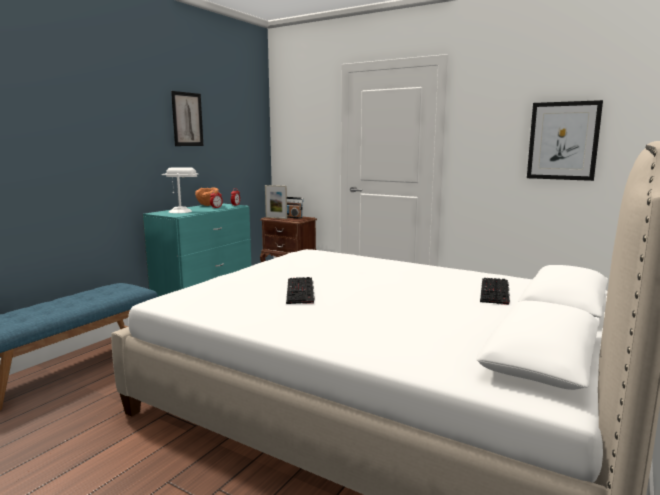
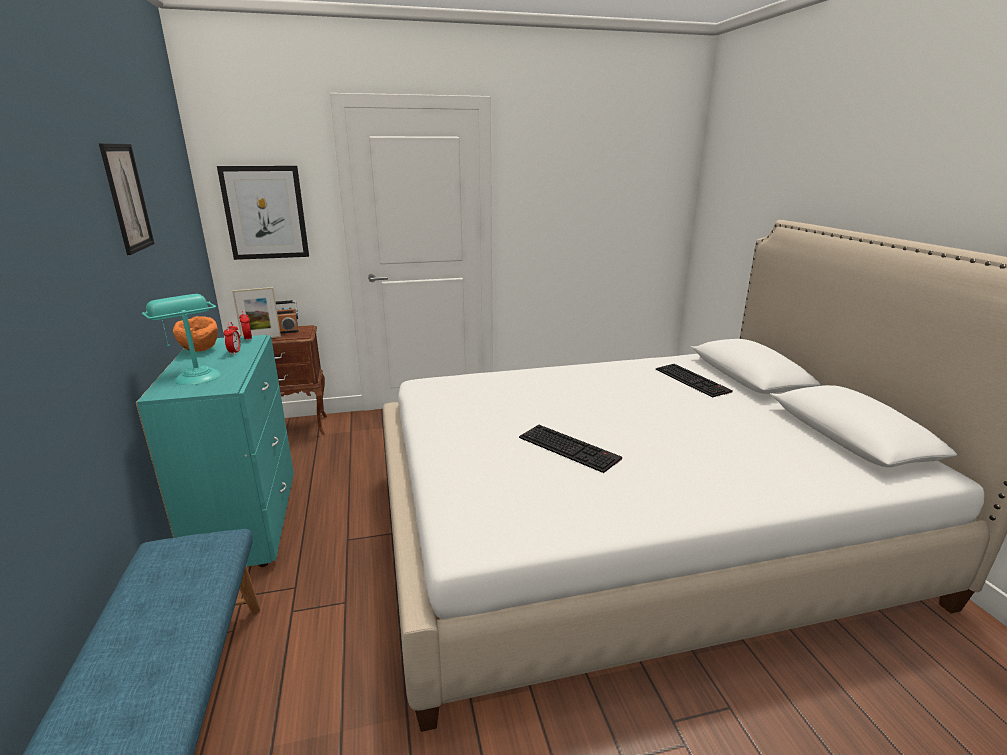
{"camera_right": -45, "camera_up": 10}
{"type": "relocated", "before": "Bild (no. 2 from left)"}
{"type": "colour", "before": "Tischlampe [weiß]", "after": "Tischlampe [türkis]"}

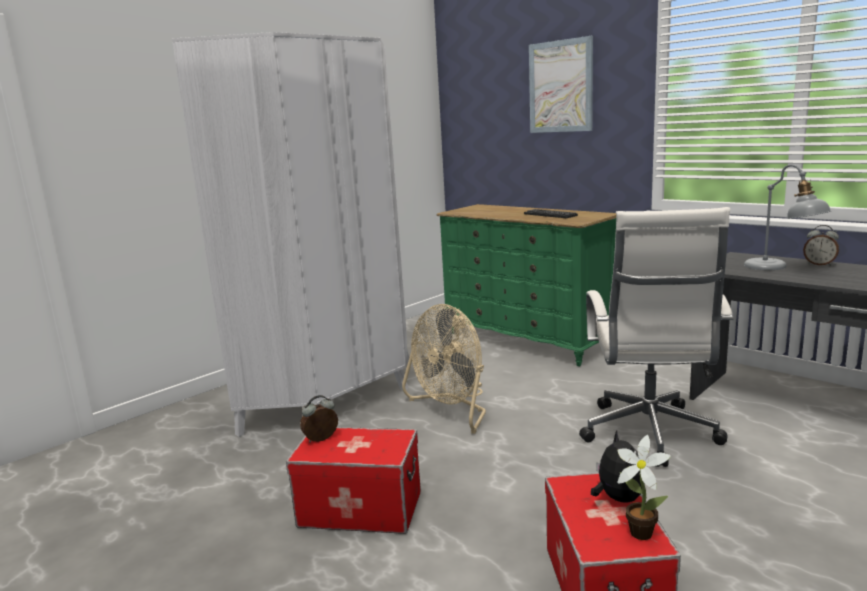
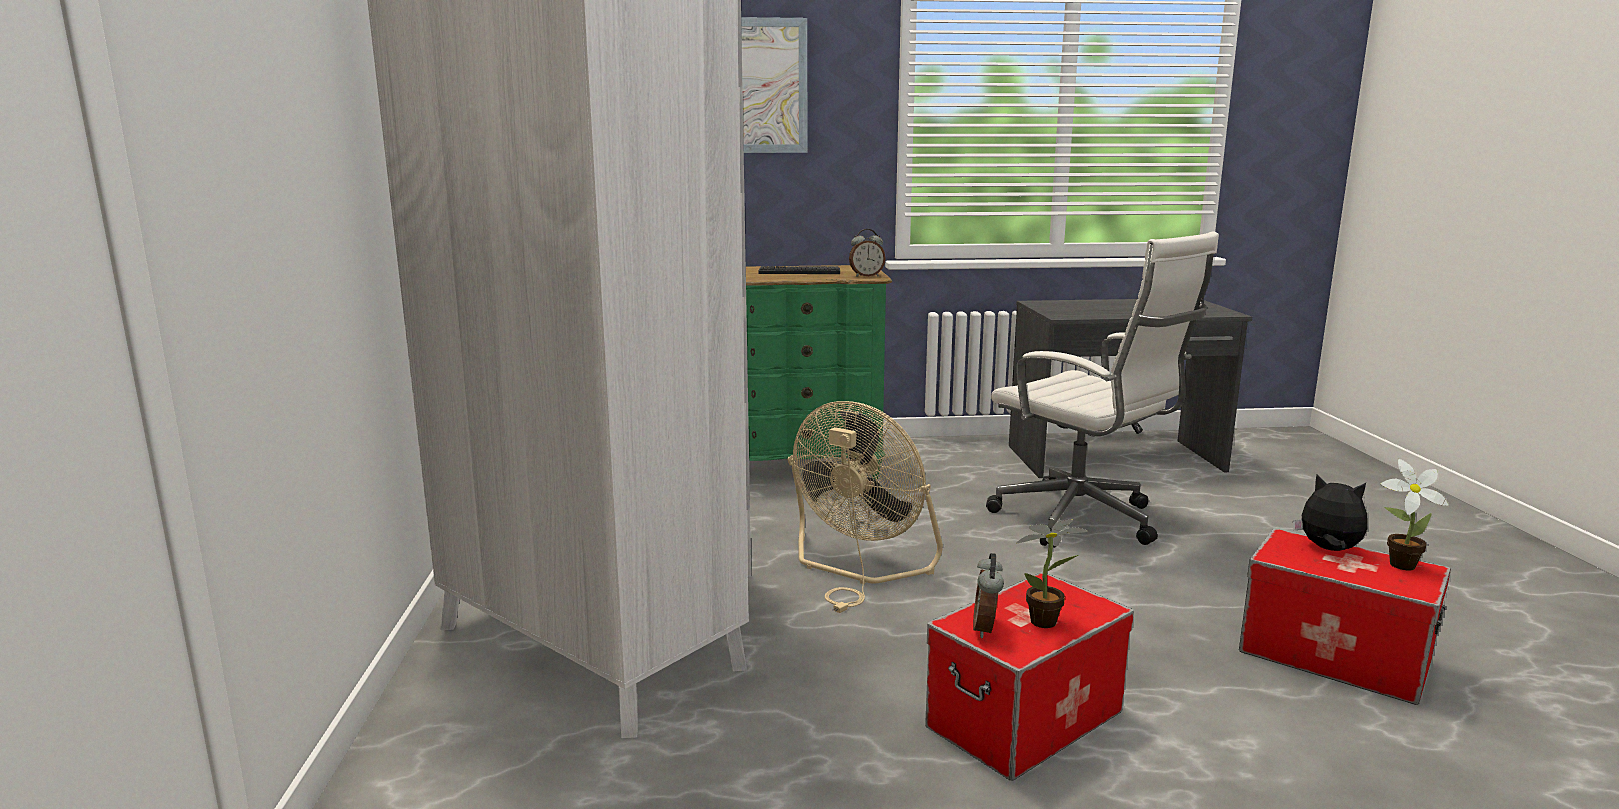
{"camera_right": -50, "camera_up": 0}
{"type": "missing", "before": "Tischlampe [grau]"}
{"type": "appeared", "after": "Topfpflanze (no. 1 from left)"}
{"type": "relocated", "before": "Wecker (no. 2 from left in the first image)", "after": "Wecker (no. 1 from left)"}
{"type": "spun", "before": "Ventilator [beige]", "turn": -150}

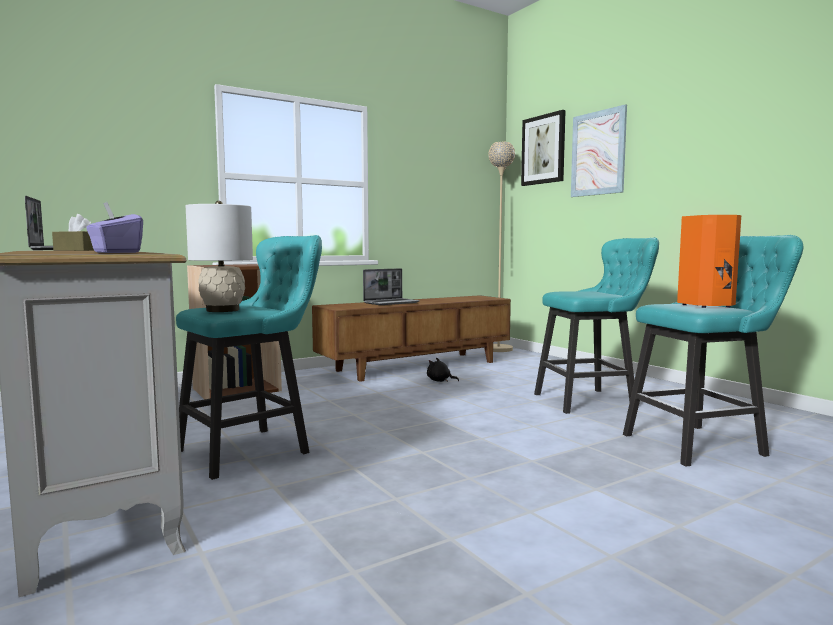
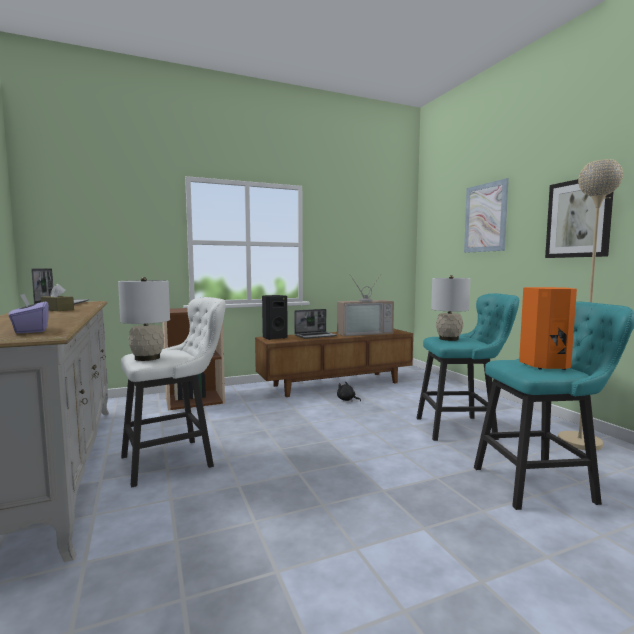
{"camera_right": 10, "camera_up": 0}
{"type": "appeared", "after": "Lautsprecher [schwarz]"}
{"type": "appeared", "after": "Fernseher"}
{"type": "appeared", "after": "Tischlampe [weiß] (no. 2 from left)"}
{"type": "relocated", "before": "Stehlampe [beige]"}
{"type": "relocated", "before": "Bild (no. 1 from left in the first image)", "after": "Bild (no. 2 from left)"}
{"type": "colour", "before": "Hocker [türkis] (no. 1 from left)", "after": "Hocker [weiß]"}

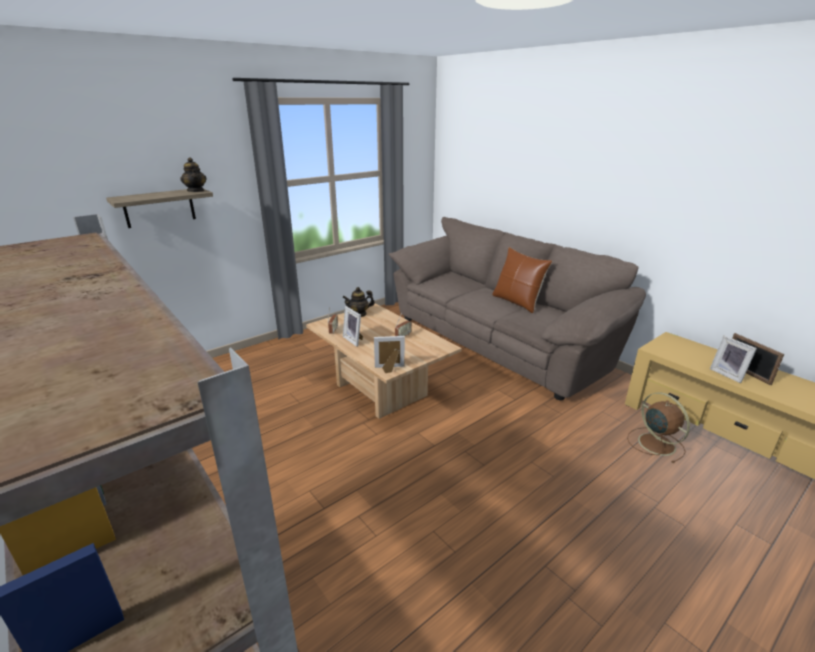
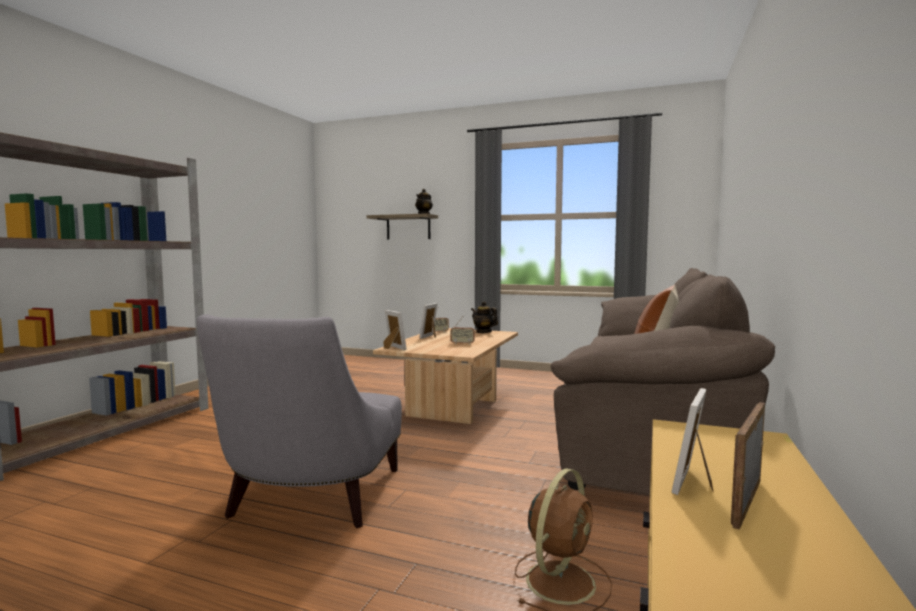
{"camera_right": 60, "camera_up": -20}
{"type": "appeared", "after": "Sessel [grau]"}

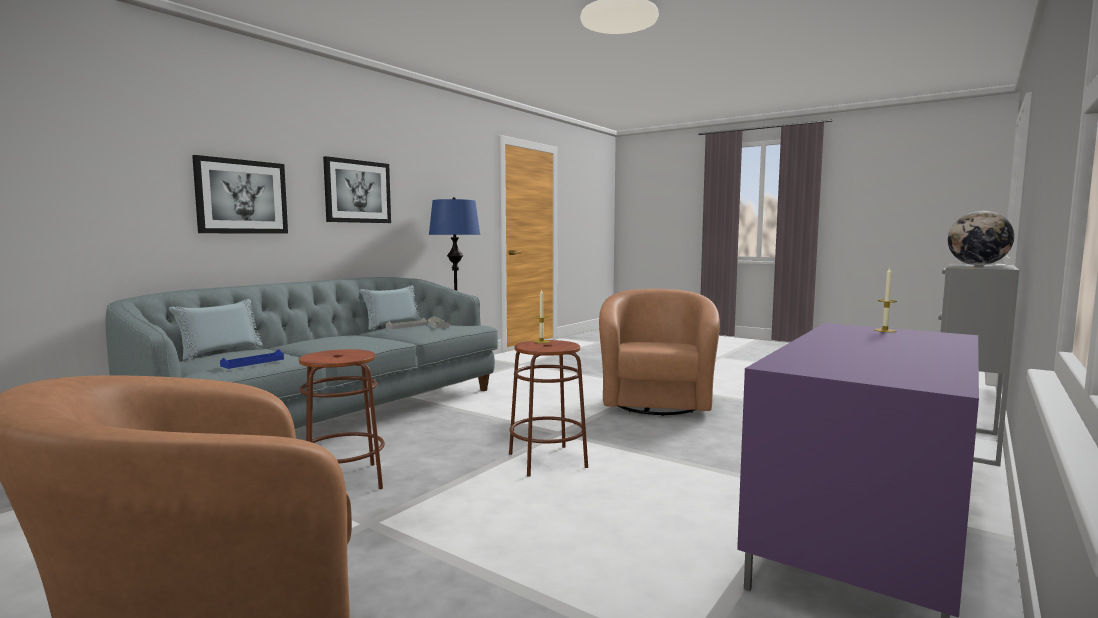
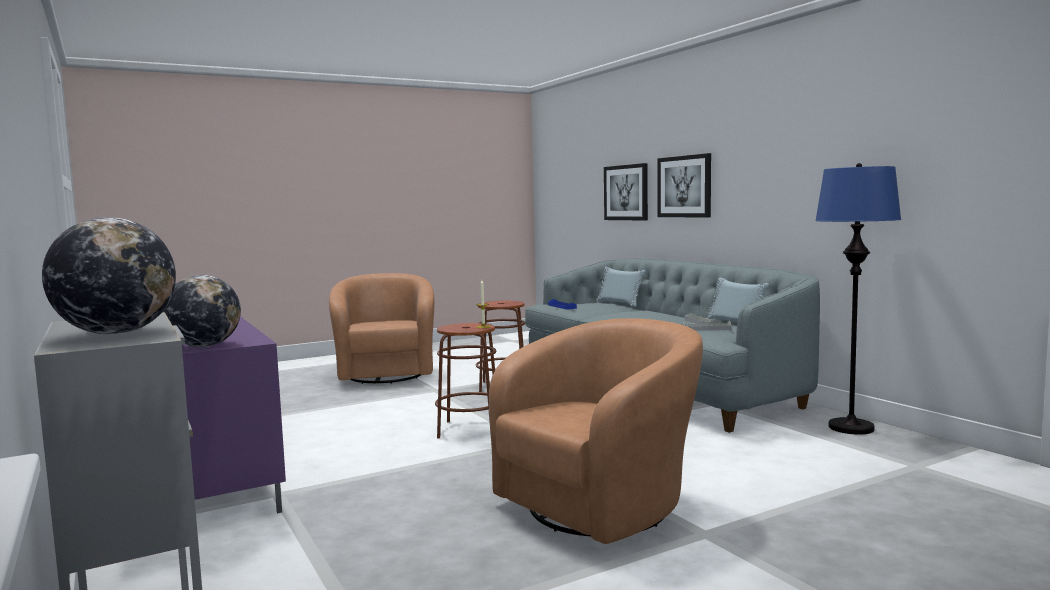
{"camera_right": 115, "camera_up": 0}
{"type": "relocated", "before": "Bild (no. 2 from left in the first image)", "after": "Bild (no. 1 from left)"}
{"type": "exchanged", "before": "Kerze (no. 2 from left)", "after": "Globus (no. 2 from left)"}
{"type": "spun", "before": "Sessel [braun] (no. 2 from left)", "turn": -75}

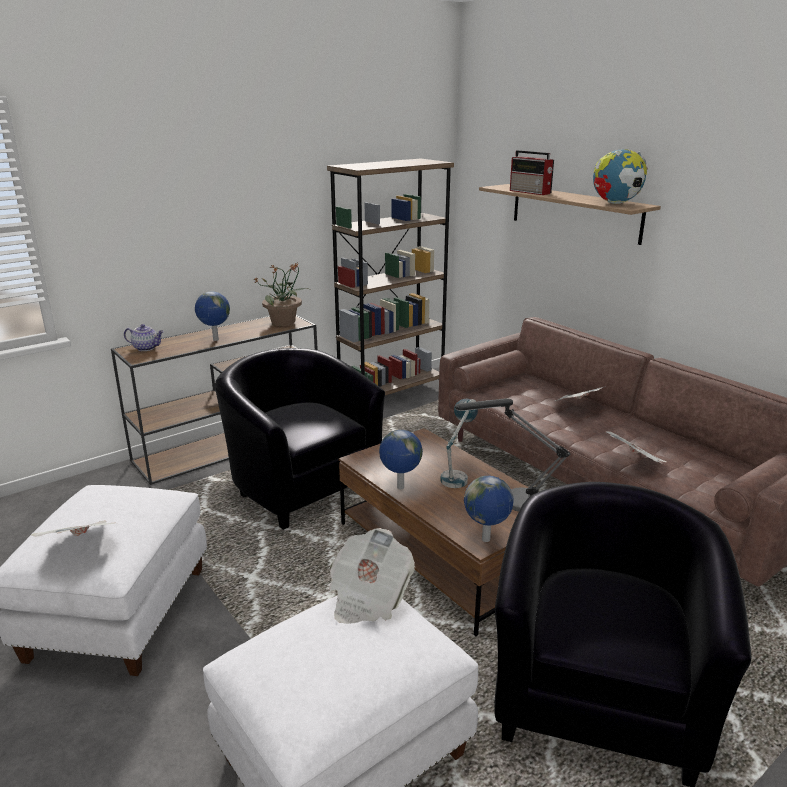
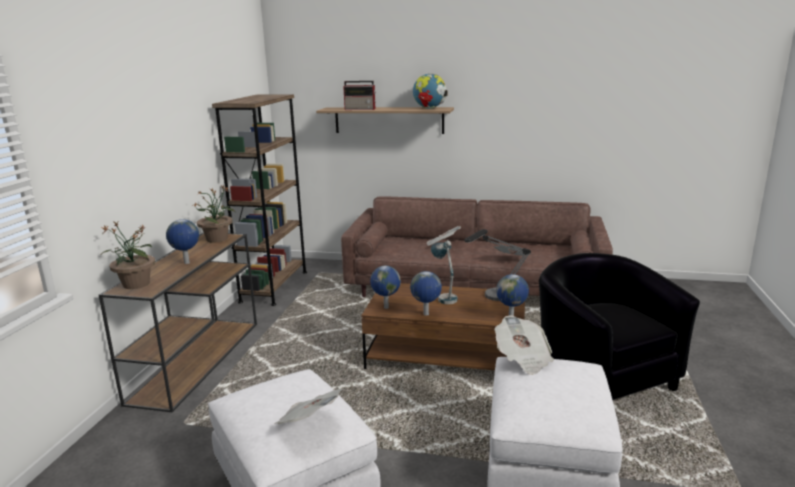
{"camera_right": -40, "camera_up": -5}
{"type": "missing", "before": "Sessel [schwarz] (no. 1 from left)"}
{"type": "appeared", "after": "Globus (no. 2 from left)"}
{"type": "exchanged", "before": "Teekanne", "after": "Topfpflanze (no. 1 from left)"}

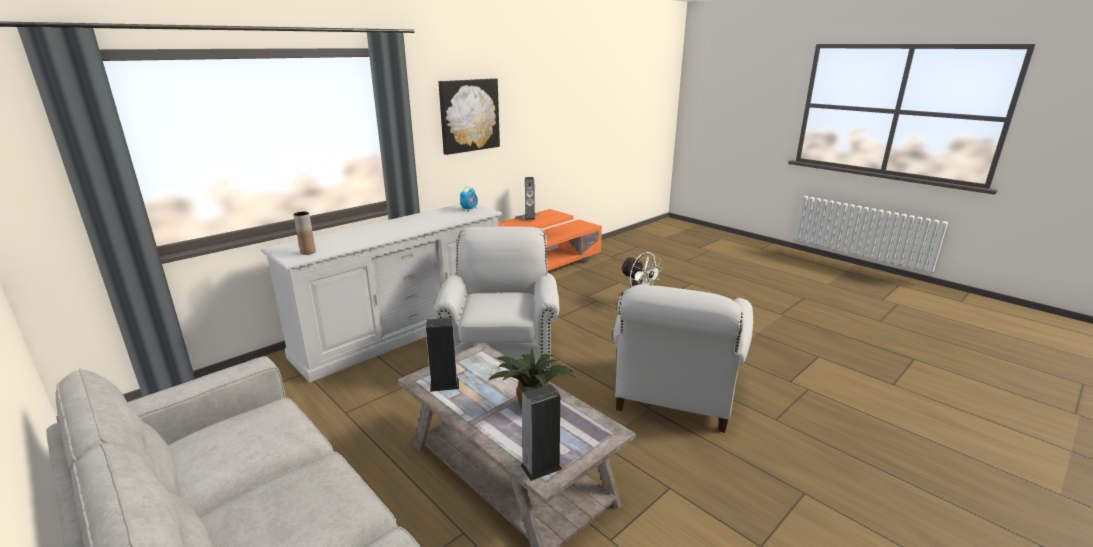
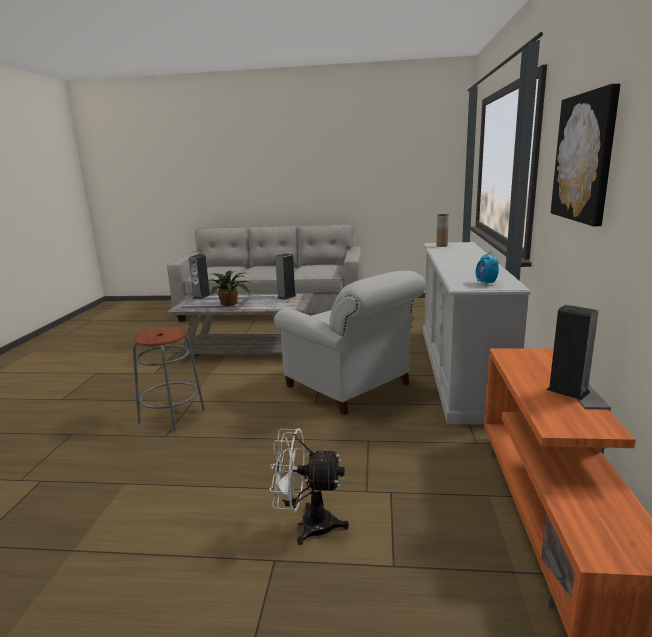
{"camera_right": 140, "camera_up": -5}
{"type": "exchanged", "before": "Sessel [weiß] (no. 2 from left)", "after": "Hocker [grau]"}

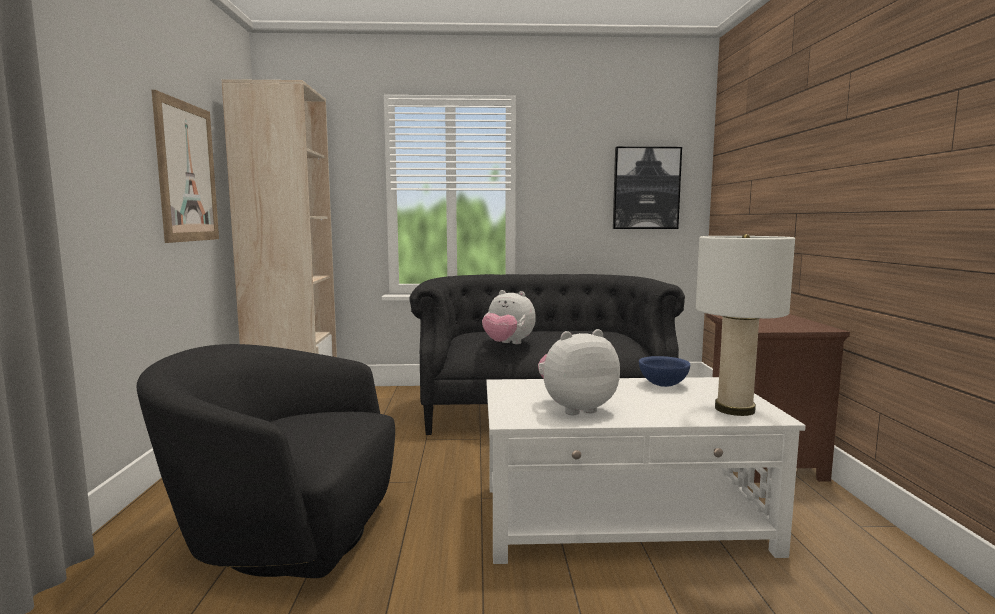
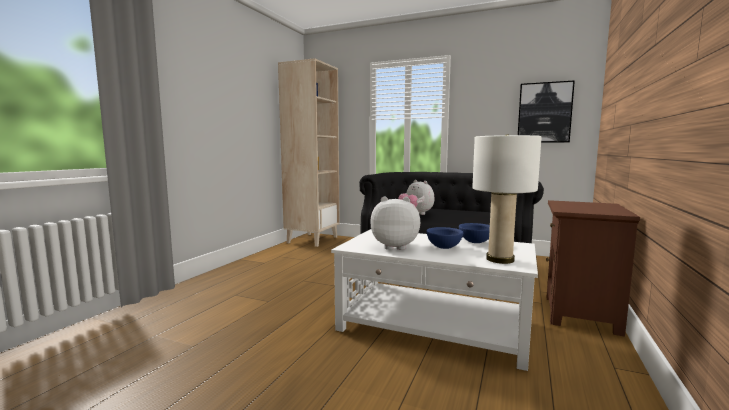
{"camera_right": 25, "camera_up": 0}
{"type": "missing", "before": "Sessel [schwarz]"}
{"type": "missing", "before": "Bild (no. 1 from left)"}
{"type": "appeared", "after": "Schüssel [blau] (no. 1 from left)"}

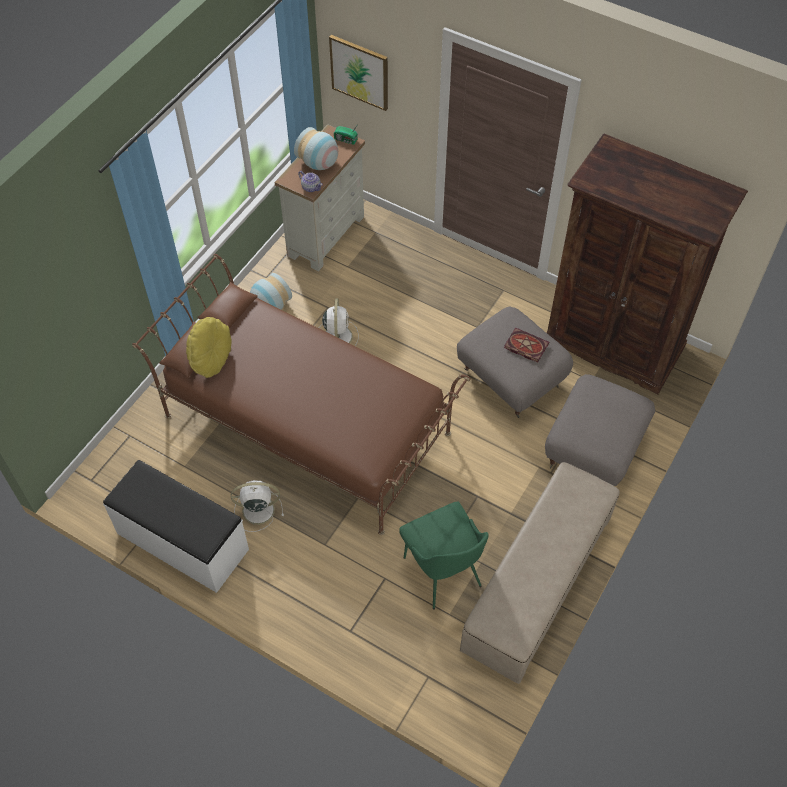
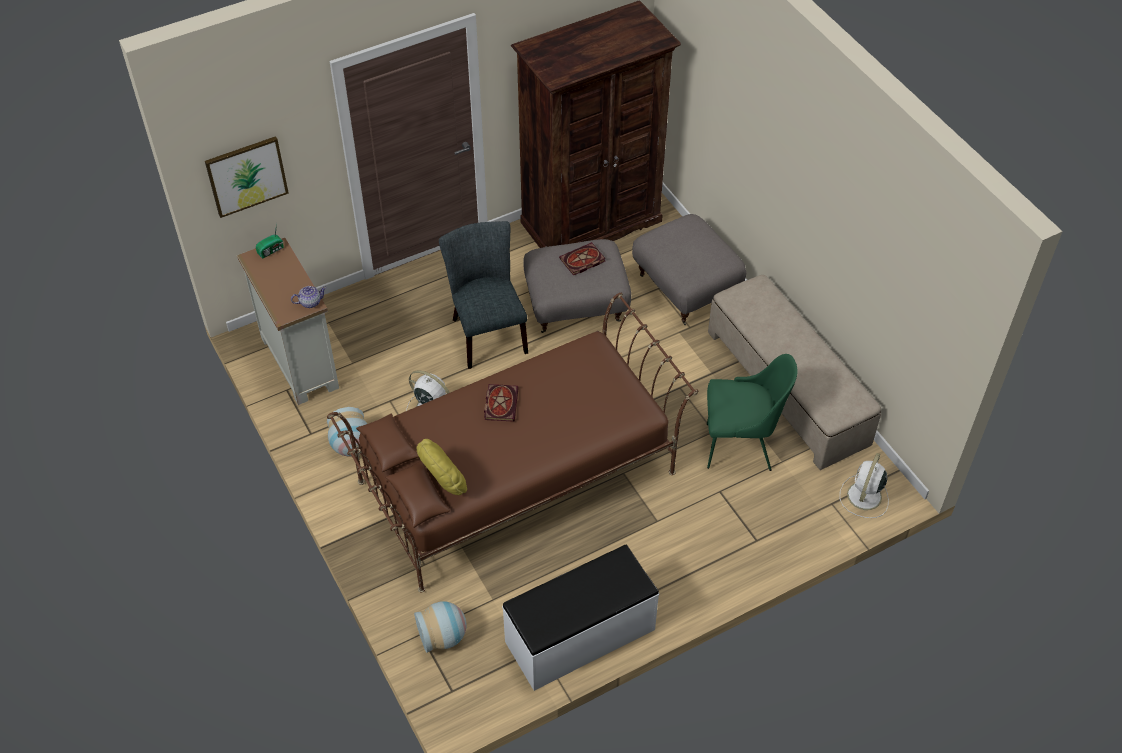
{"camera_right": -60, "camera_up": -5}
{"type": "appeared", "after": "Stuhl [grau]"}
{"type": "appeared", "after": "Buch (no. 1 from left)"}
{"type": "relocated", "before": "Ventilator [weiß] (no. 1 from left in the first image)", "after": "Ventilator [weiß] (no. 2 from left)"}
{"type": "relocated", "before": "Vase (no. 2 from left)"}

